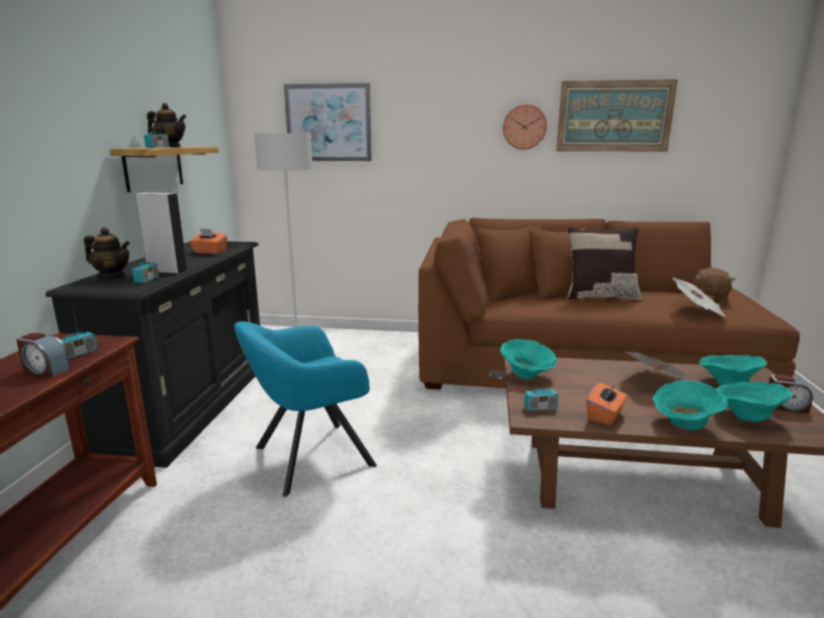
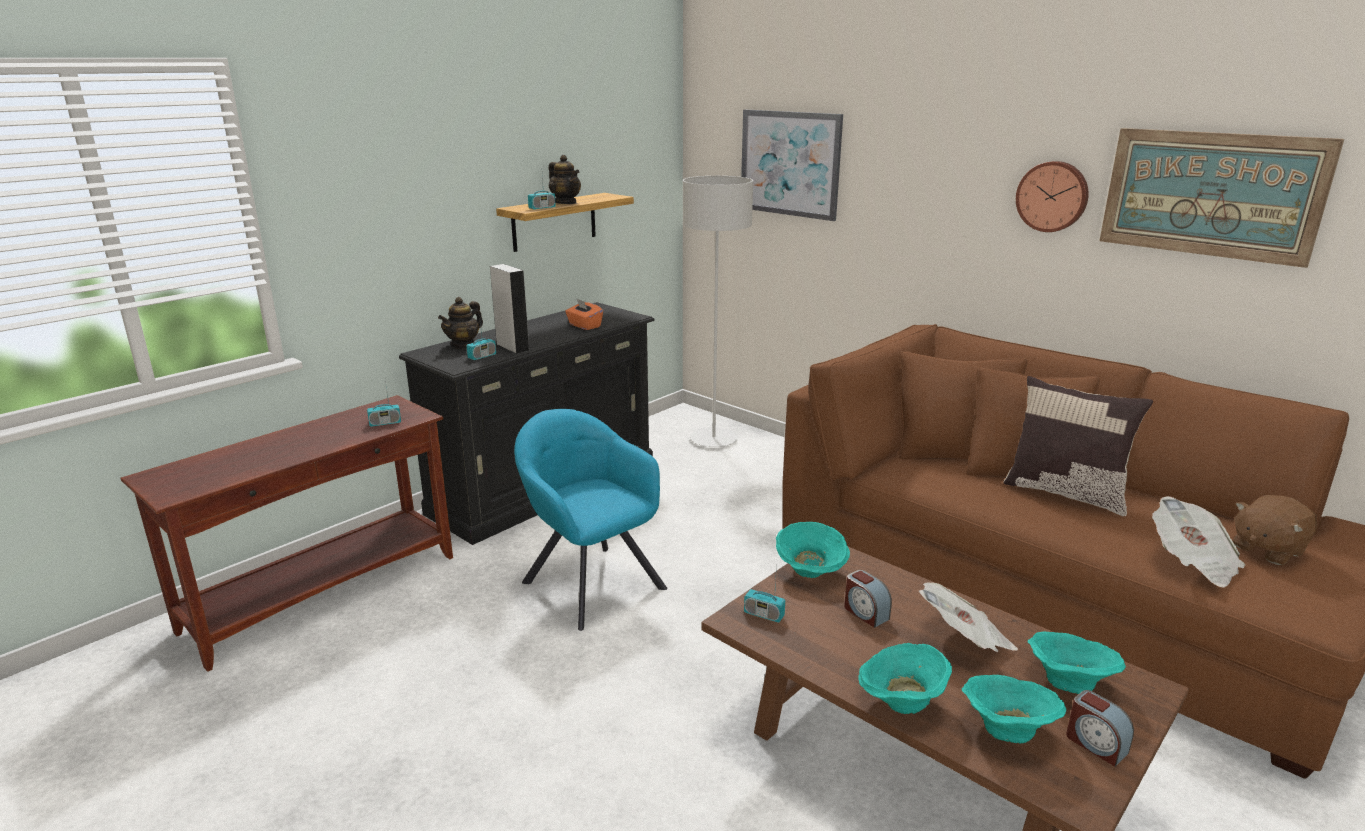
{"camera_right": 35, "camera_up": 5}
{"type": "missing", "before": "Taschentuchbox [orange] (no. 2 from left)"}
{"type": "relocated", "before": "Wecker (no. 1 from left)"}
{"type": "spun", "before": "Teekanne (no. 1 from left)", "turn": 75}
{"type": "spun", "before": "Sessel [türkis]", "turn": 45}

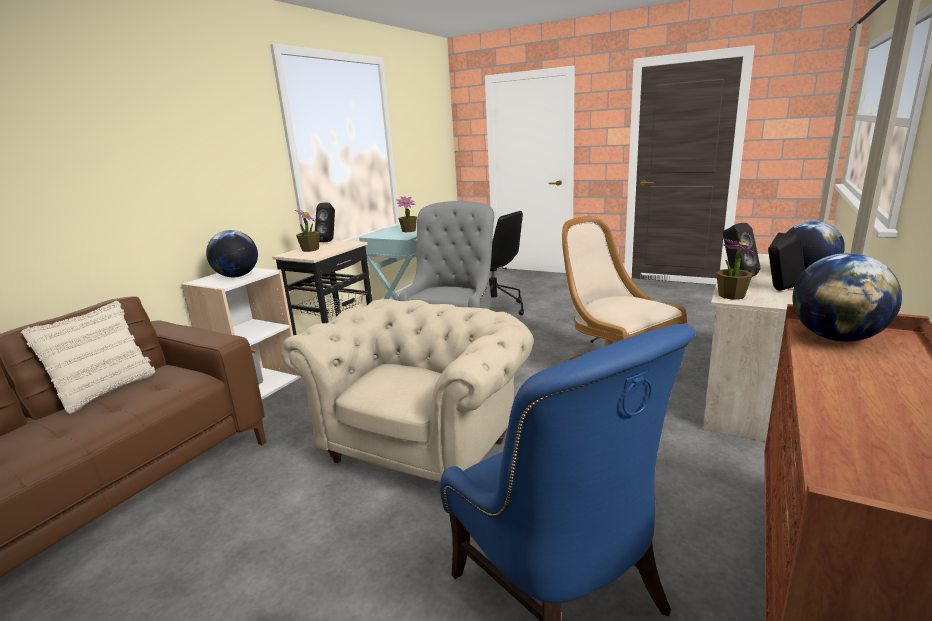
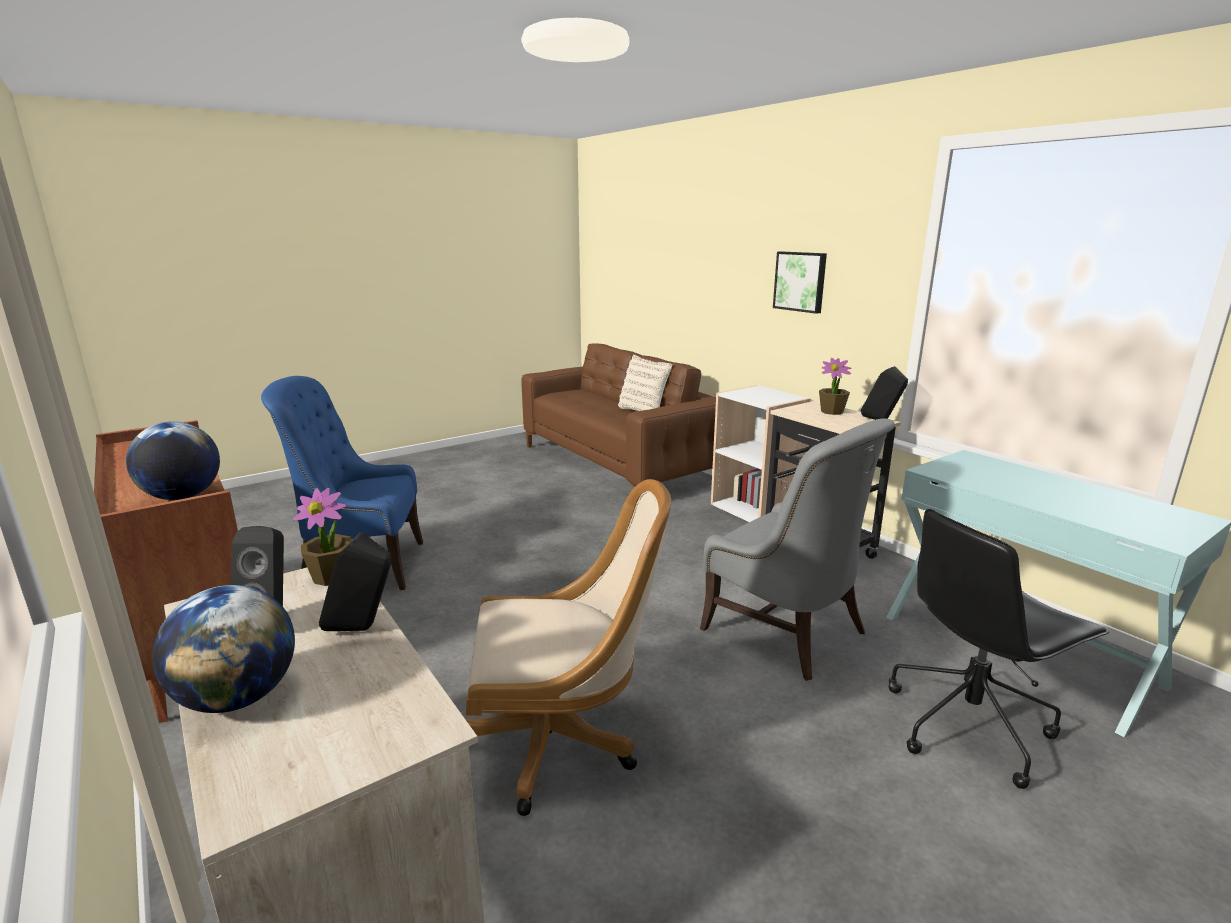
{"camera_right": 115, "camera_up": 0}
{"type": "missing", "before": "Globus (no. 1 from left)"}
{"type": "missing", "before": "Sessel [beige]"}
{"type": "missing", "before": "Topfpflanze (no. 2 from left)"}
{"type": "appeared", "after": "Bild"}

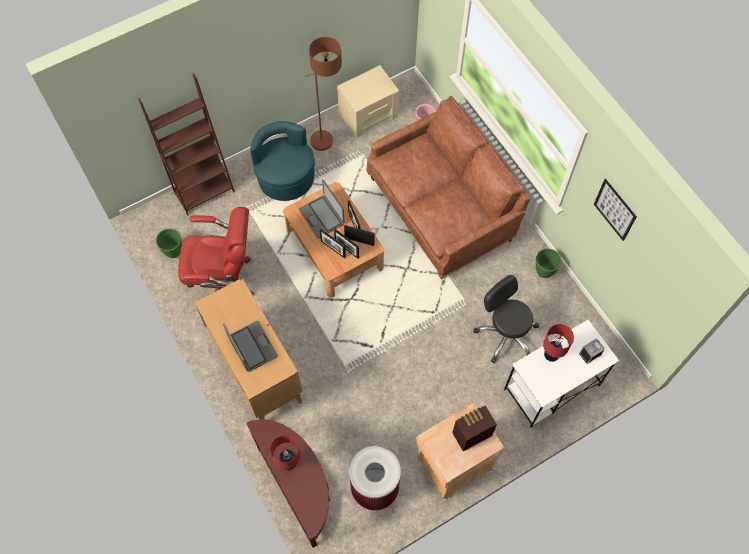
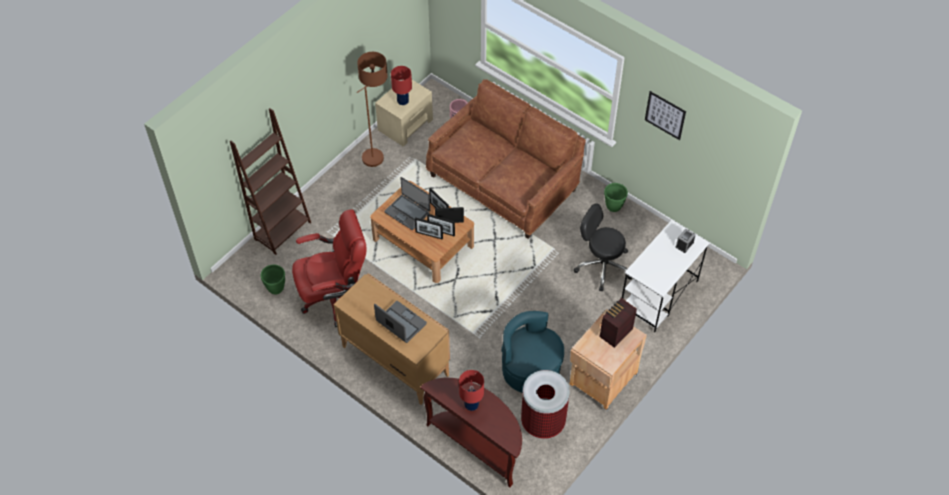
{"camera_right": -20, "camera_up": -10}
{"type": "relocated", "before": "Sessel [türkis]"}
{"type": "relocated", "before": "Tischlampe [rot] (no. 2 from left in the first image)", "after": "Tischlampe [rot] (no. 1 from left)"}

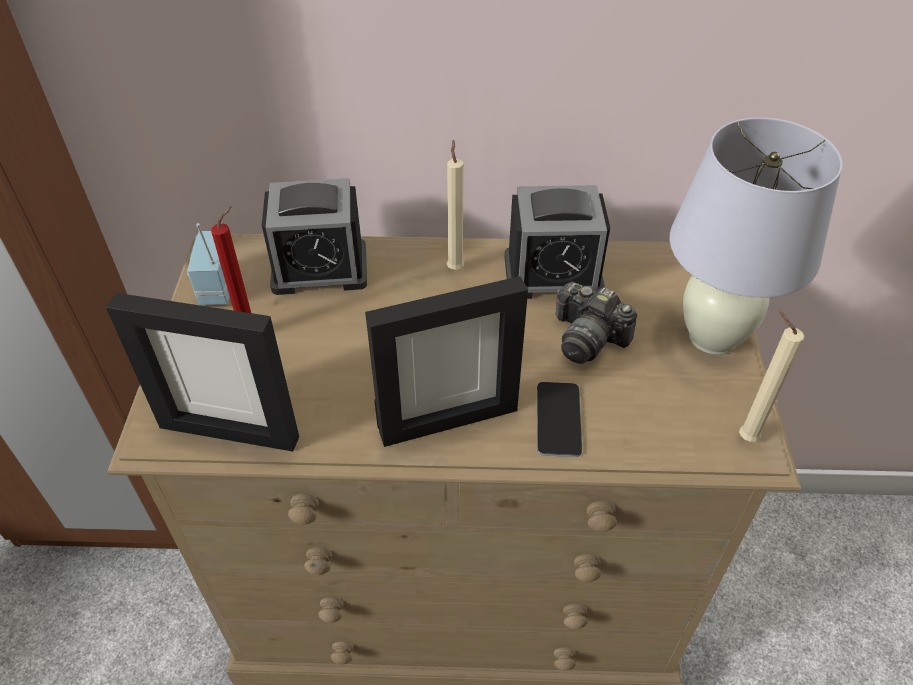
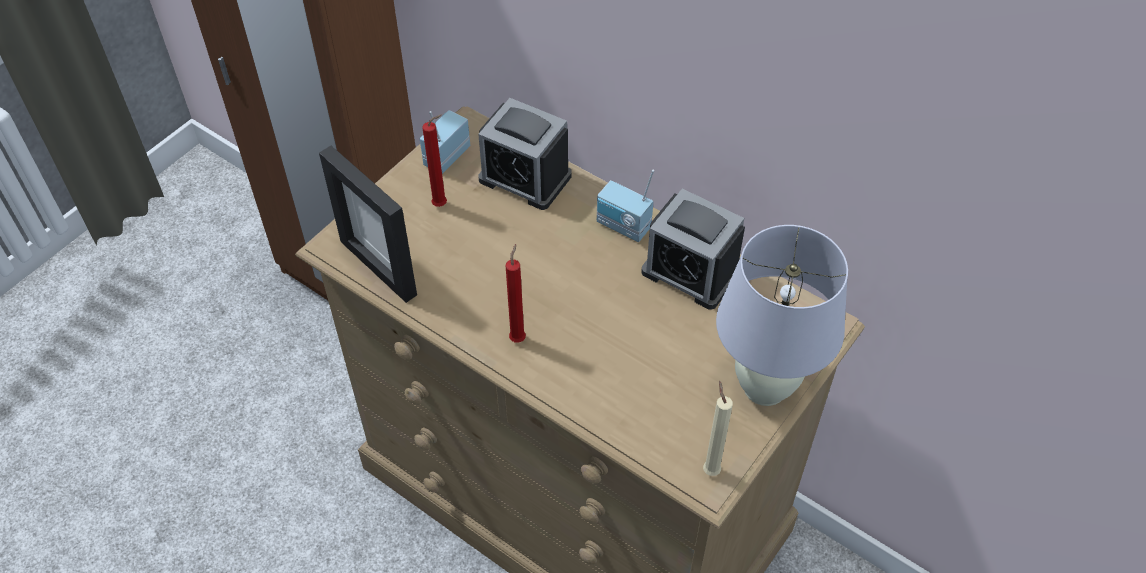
{"camera_right": 35, "camera_up": 5}
{"type": "missing", "before": "Handy"}
{"type": "missing", "before": "Kamera"}
{"type": "exchanged", "before": "Bilderrahmen (no. 2 from left)", "after": "Kerze [rot] (no. 2 from left)"}
{"type": "exchanged", "before": "Kerze [beige] (no. 1 from left)", "after": "Radio (no. 2 from left)"}

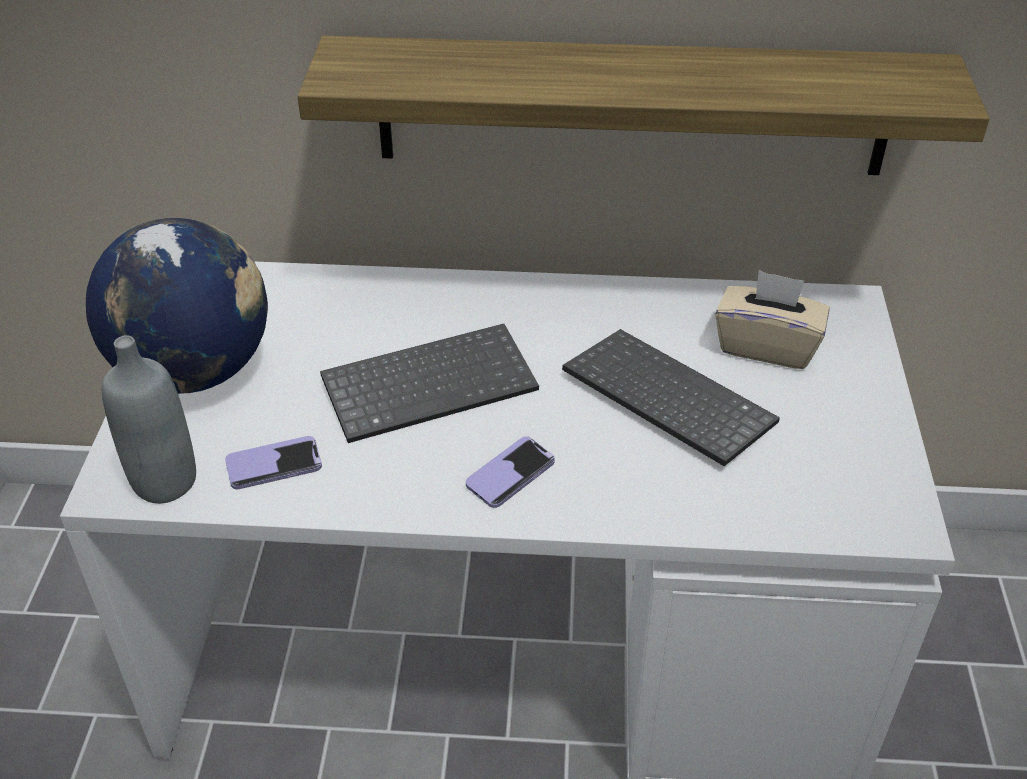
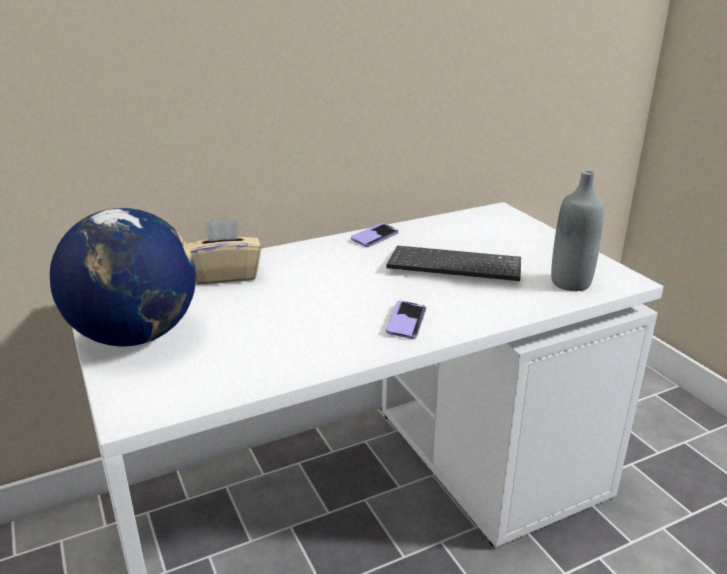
{"camera_right": -30, "camera_up": -15}
{"type": "missing", "before": "Wandregal"}
{"type": "missing", "before": "Tastatur (no. 1 from left)"}
{"type": "relocated", "before": "Flasche [grau]"}
{"type": "relocated", "before": "Handy (no. 1 from left)"}
{"type": "relocated", "before": "Taschentuchbox [beige]"}

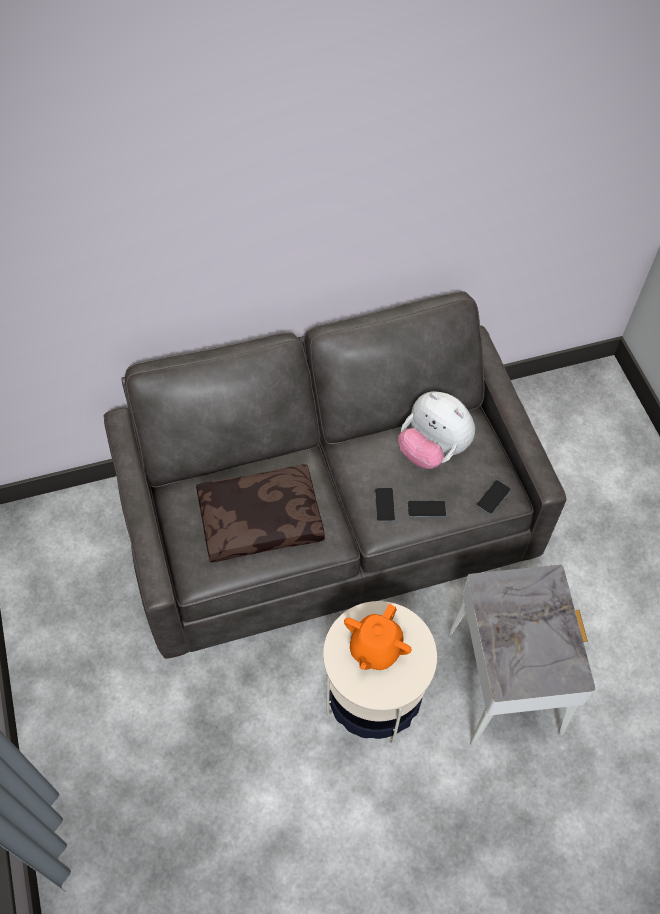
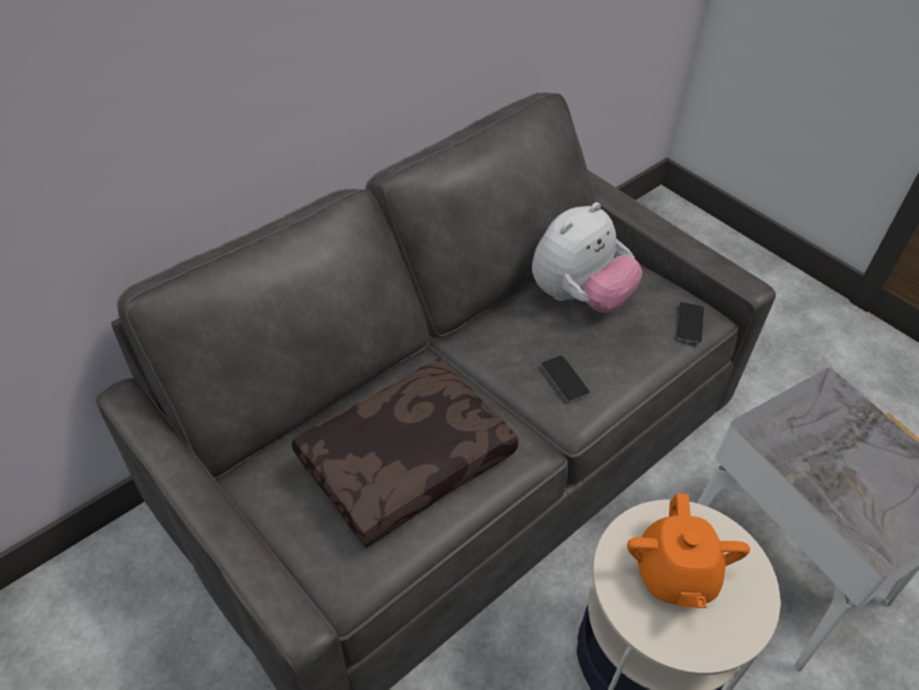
{"camera_right": -25, "camera_up": -10}
{"type": "missing", "before": "Handy (no. 2 from left)"}
{"type": "spun", "before": "Plüschtier", "turn": -60}

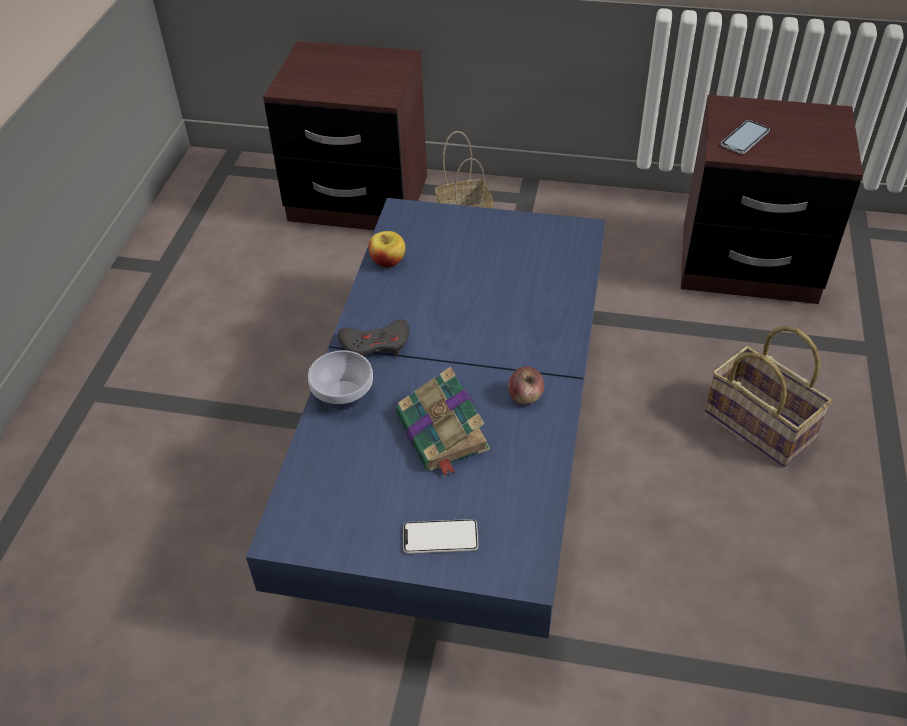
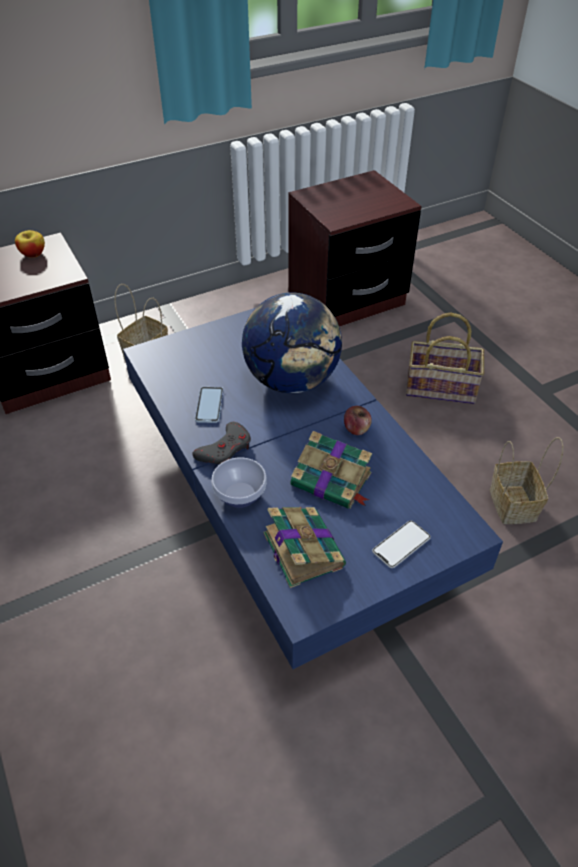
{"camera_right": -40, "camera_up": 0}
{"type": "appeared", "after": "Globus"}
{"type": "appeared", "after": "Buch (no. 1 from left)"}
{"type": "appeared", "after": "Korb (no. 3 from left)"}
{"type": "relocated", "before": "Apfel (no. 1 from left)"}
{"type": "relocated", "before": "Handy (no. 2 from left in the first image)", "after": "Handy (no. 1 from left)"}

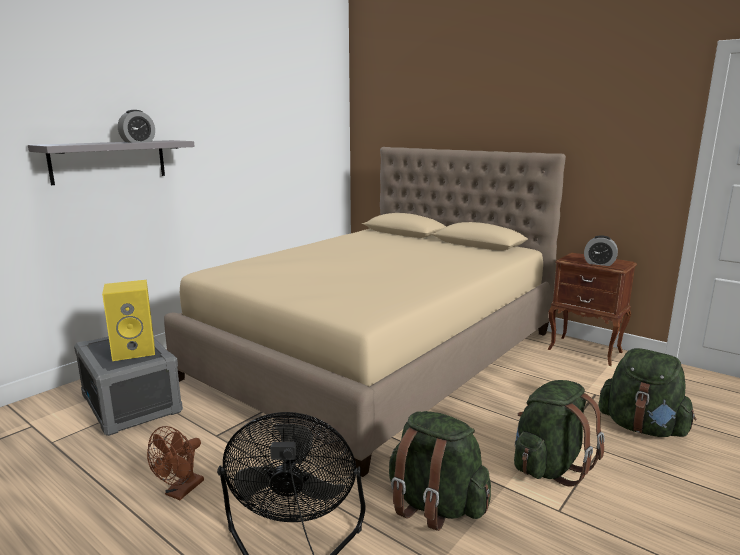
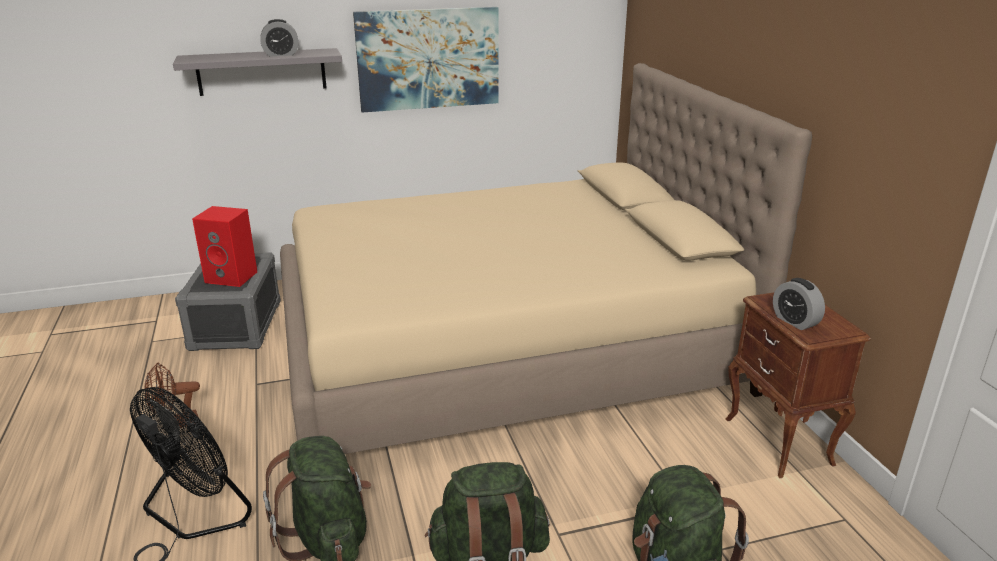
{"camera_right": 35, "camera_up": 10}
{"type": "appeared", "after": "Bild"}
{"type": "colour", "before": "Lautsprecher [gelb]", "after": "Lautsprecher [rot]"}

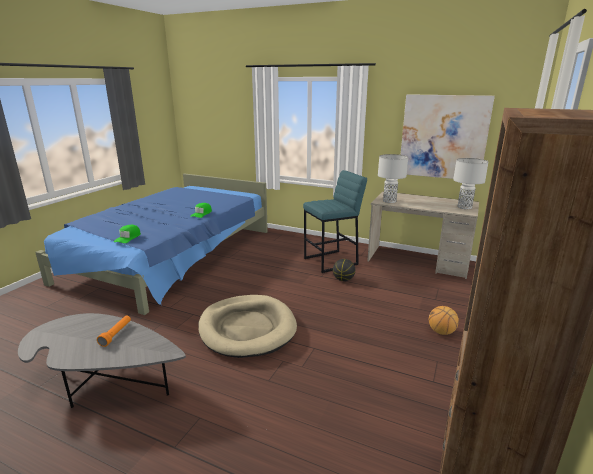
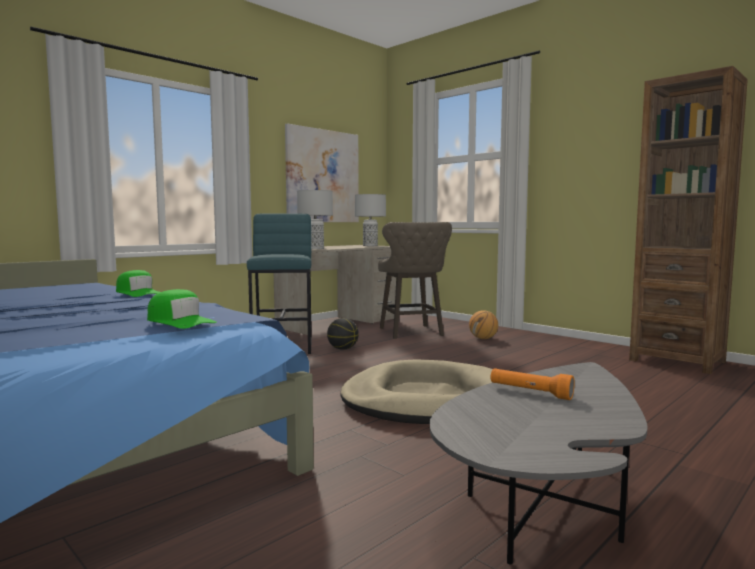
{"camera_right": -70, "camera_up": -15}
{"type": "appeared", "after": "Hocker [beige]"}

